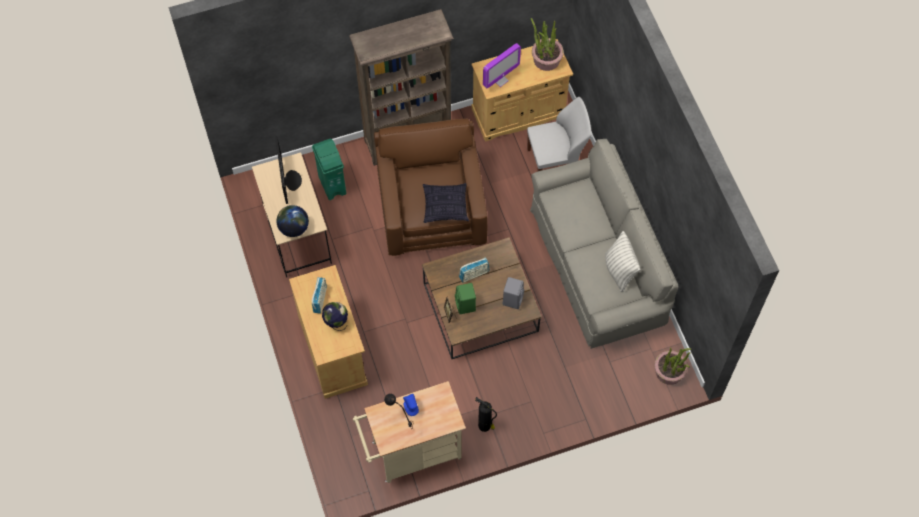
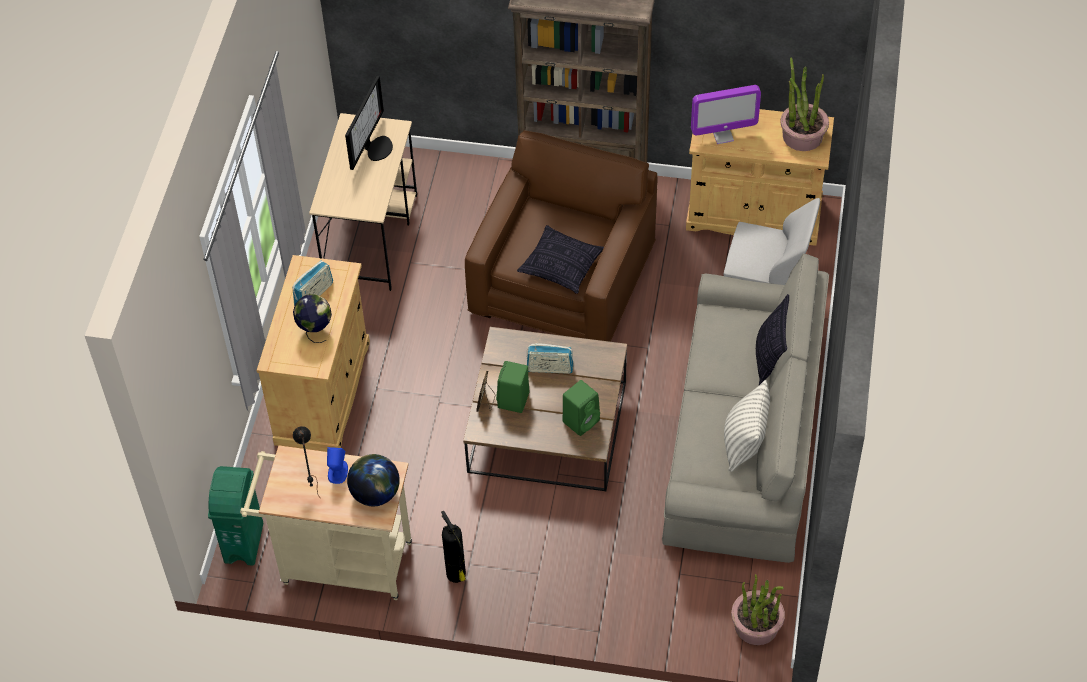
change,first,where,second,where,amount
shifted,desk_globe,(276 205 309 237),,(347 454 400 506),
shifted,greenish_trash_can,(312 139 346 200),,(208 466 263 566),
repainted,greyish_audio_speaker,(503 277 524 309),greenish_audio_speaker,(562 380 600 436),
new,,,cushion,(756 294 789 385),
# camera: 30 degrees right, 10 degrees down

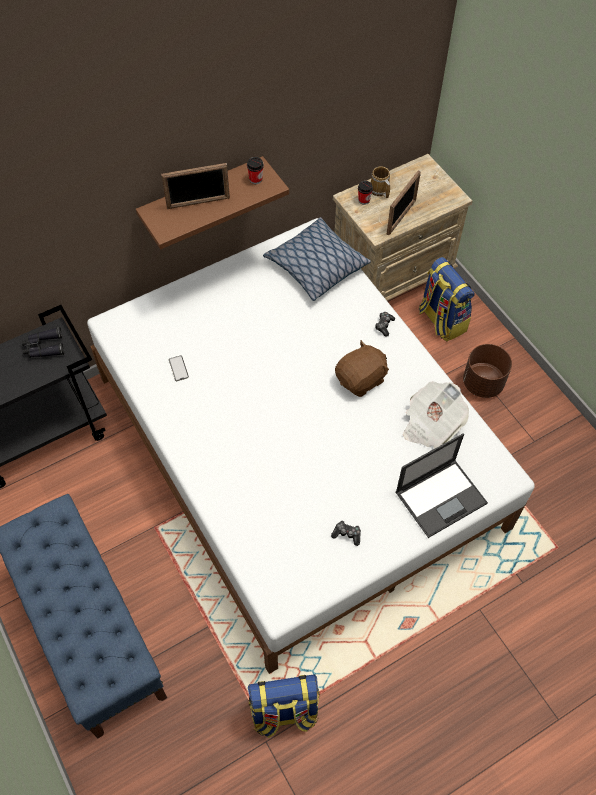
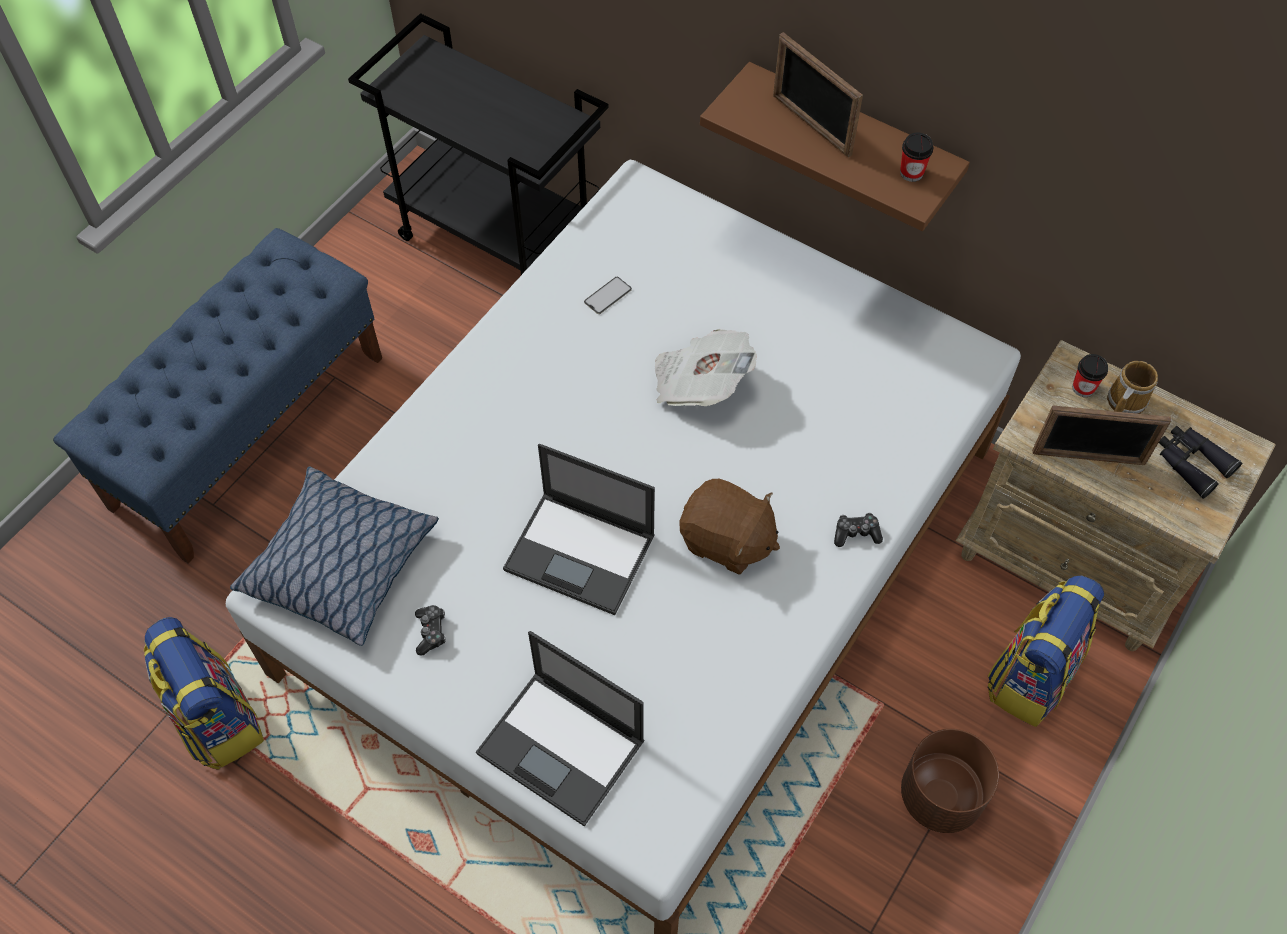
change,first,where,second,where,amount
shifted,black-coloured_binoculars,(22 327 64 358),,(1159 426 1242 499),
shifted,cushion,(263 217 371 301),,(230 466 439 646),
shifted,printed_paper,(403 381 469 449),,(655 329 757 406),
new,,,laptop,(503 444 655 615),
# camera: 65 degrees right, 0 degrees up

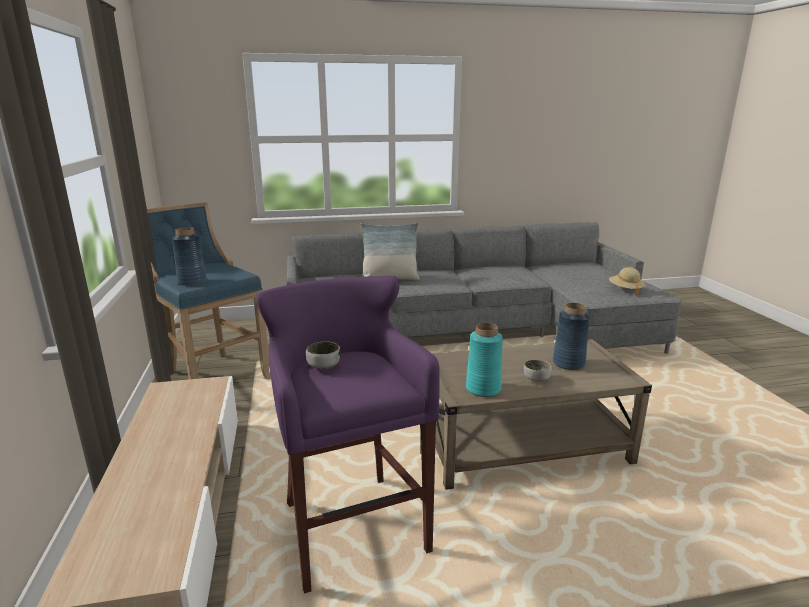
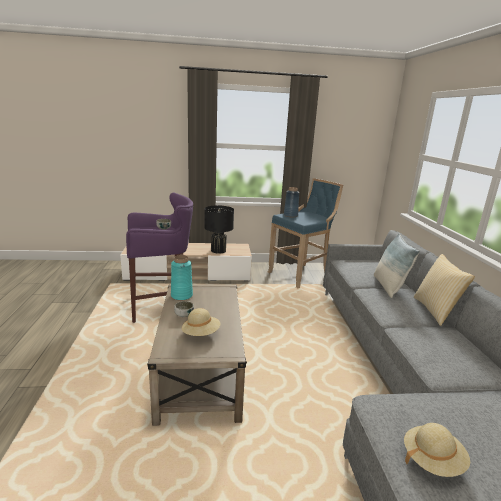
change,first,where,second,where,amount
swapped,blue_decorative_vase,(553 303 590 370),beige_hat,(182 308 221 336),
new,,,black-coloured_lamp_for_a_table,(204 206 234 254),
new,,,cushion,(414 254 475 326),
# camera: 95 degrees right, 0 degrees up

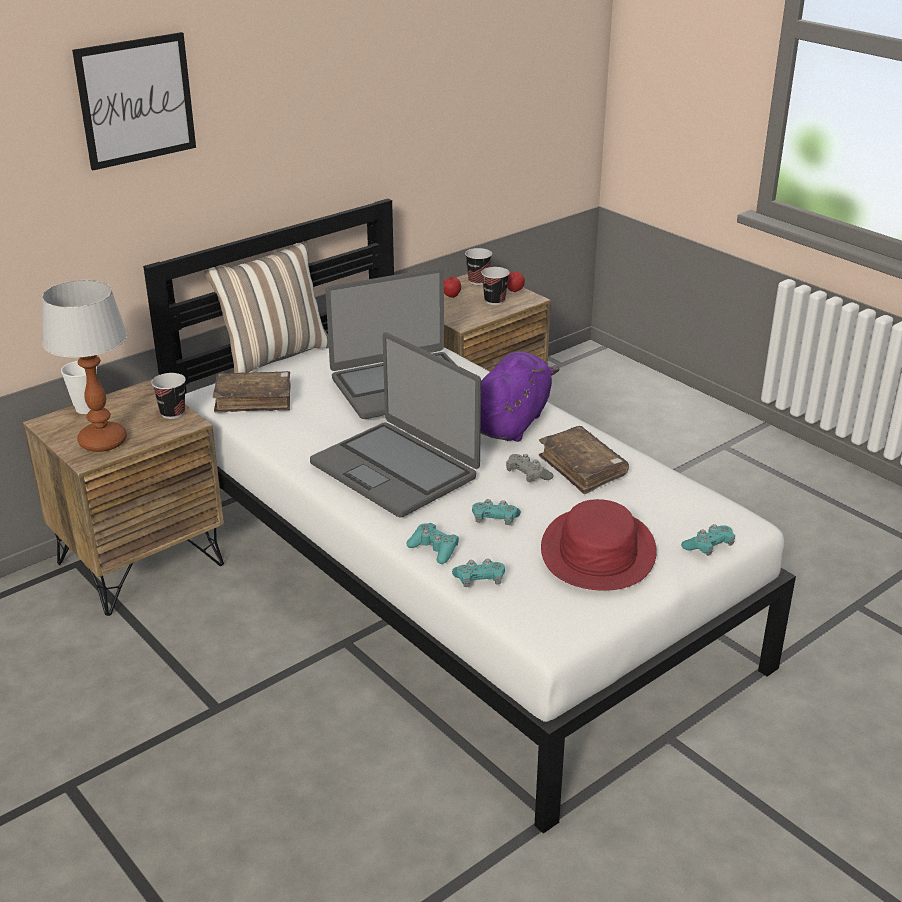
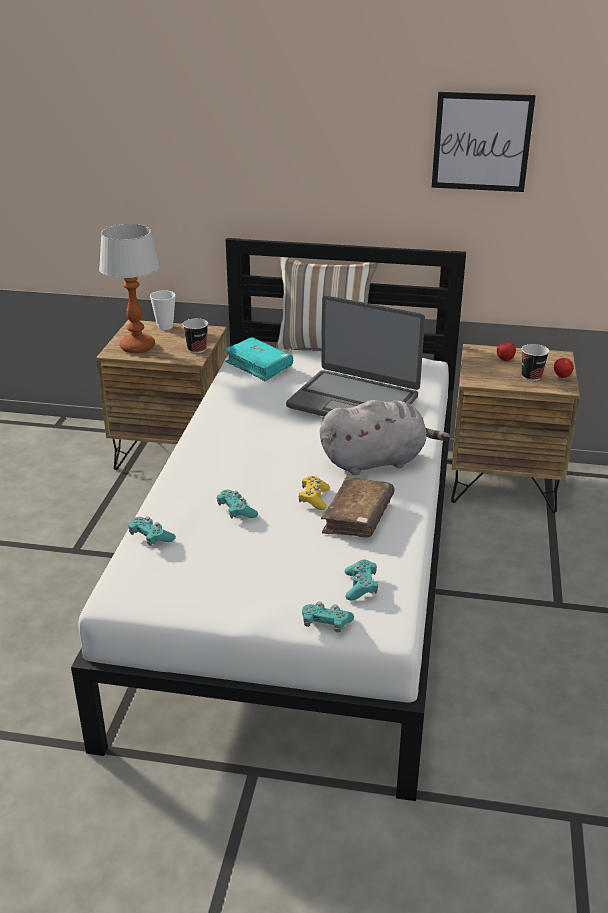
change,first,where,second,where,amount
shifted,wall_art,(72 32 196 170),,(432 92 536 192),
repainted,brown-coloured_volume,(213 371 291 413),blue-green_volume,(225 337 293 381),
gone,laptop,(310 332 481 518),,,
shifted,blue-green_joypad,(406 523 459 564),,(345 560 378 600),
gone,drinking_cup,(465 248 492 285),,,
repainted,purple_soft_toy,(481 351 560 442),greyish_soft_toy,(320 400 451 475),
repainted,greyish_joypad,(506 454 553 482),yellow-coloured_joypad,(299 476 330 510),
gone,red_hat,(541 499 657 591),,,
# camera: 50 degrees right, 0 degrees up

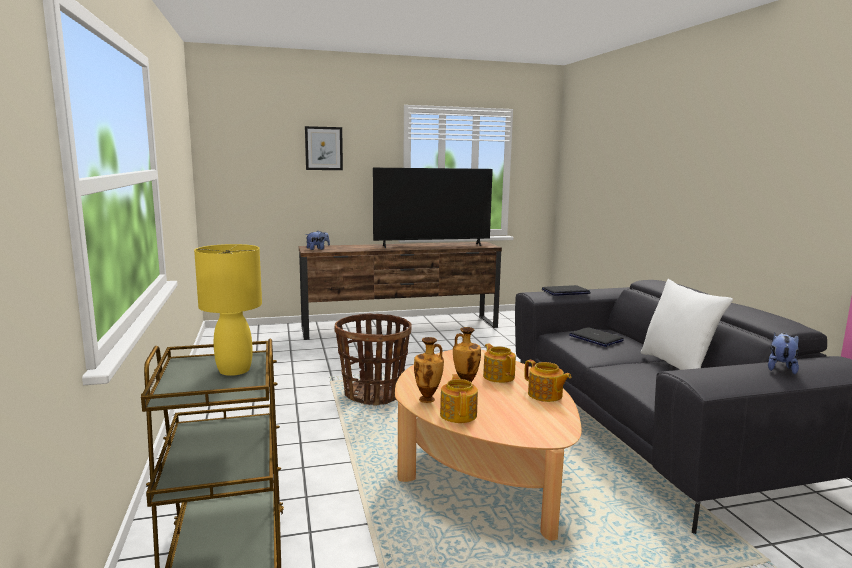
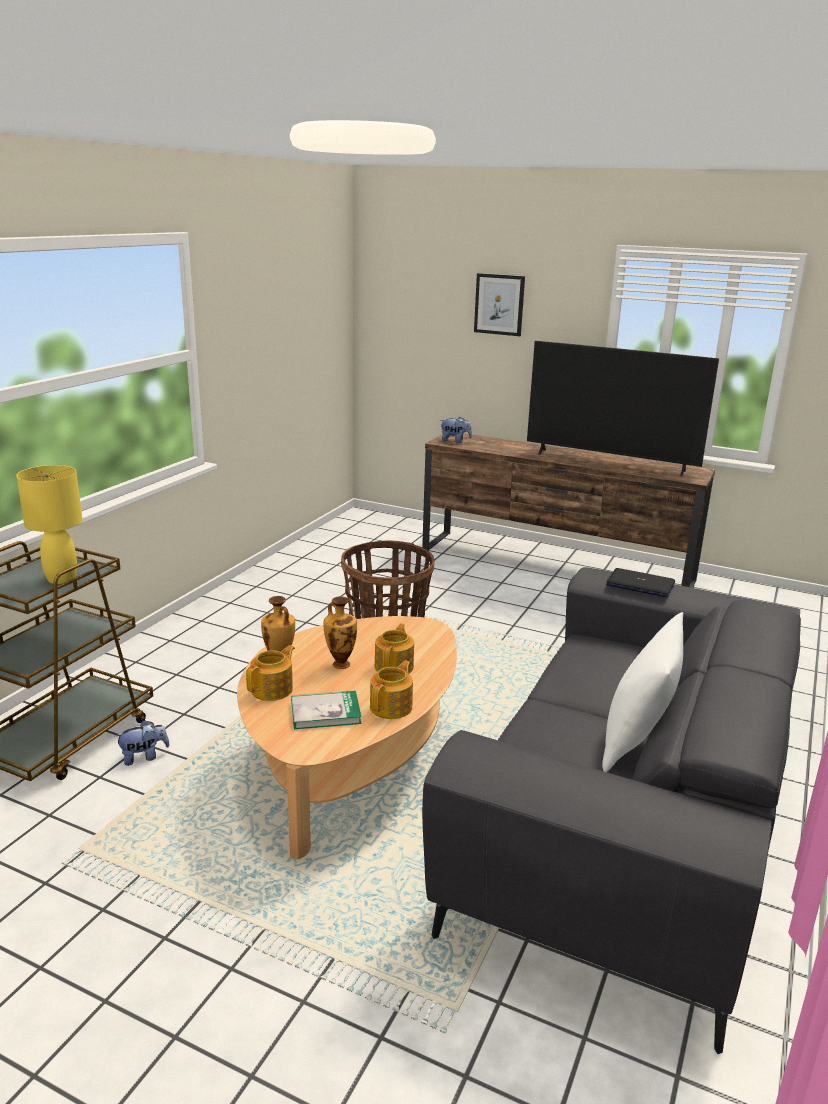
change,first,where,second,where,amount
rotated,teapot,(524 360 572 402),,(370 661 413 719),150 degrees counterclockwise
gone,laptop,(569 327 624 347),,,
shifted,soft_toy,(768 333 799 374),,(115 720 170 766),
new,,,volume,(291 691 362 729),
# camera: 40 degrees right, 10 degrees up

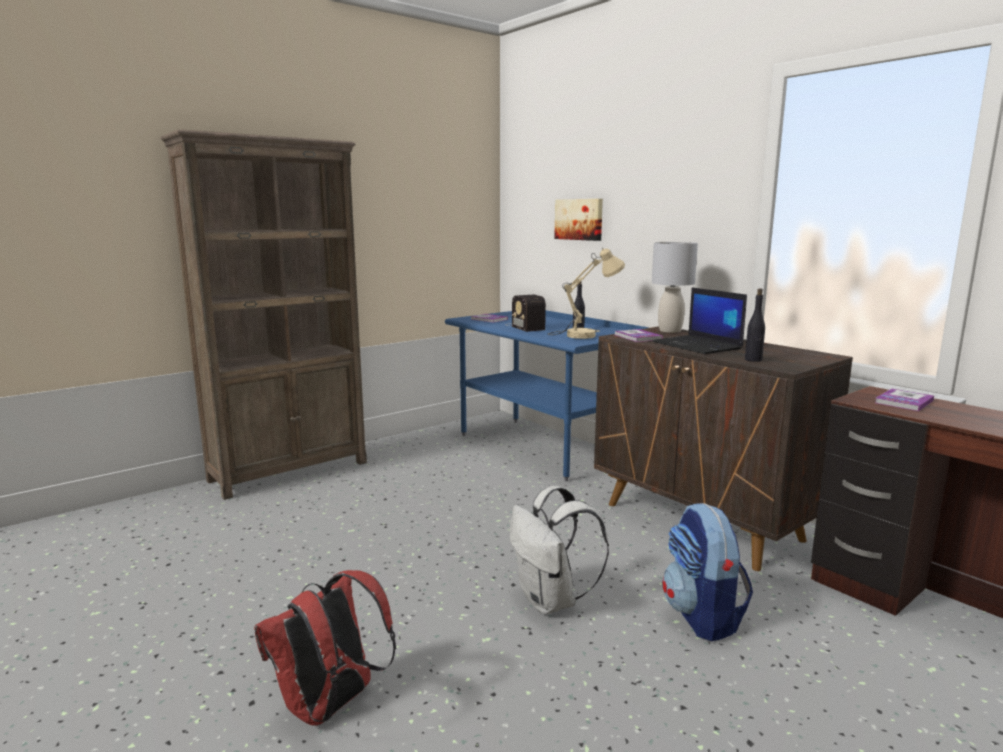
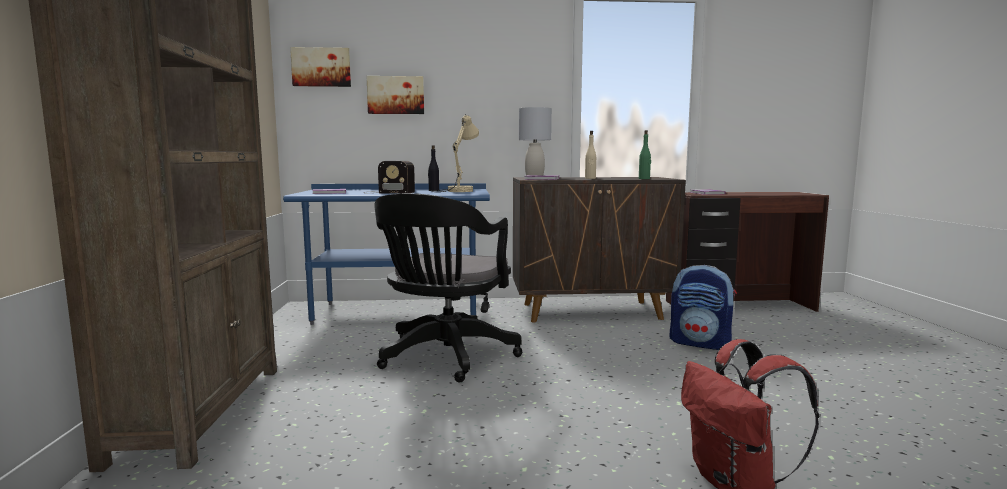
change,first,where,second,where,amount
gone,white-coloured_backpack,(510 486 609 614),,,
swapped,laptop,(652 288 747 354),beige_beverage_bottle,(585 131 596 179),
repainted,black-coloured_beverage_bottle,(745 289 765 362),greenish_beverage_bottle,(639 130 651 179),
new,,,wall_art,(290 47 351 87),
new,,,black-coloured_desk_chair,(374 193 523 382),
# camera: 55 degrees left, 5 degrees down

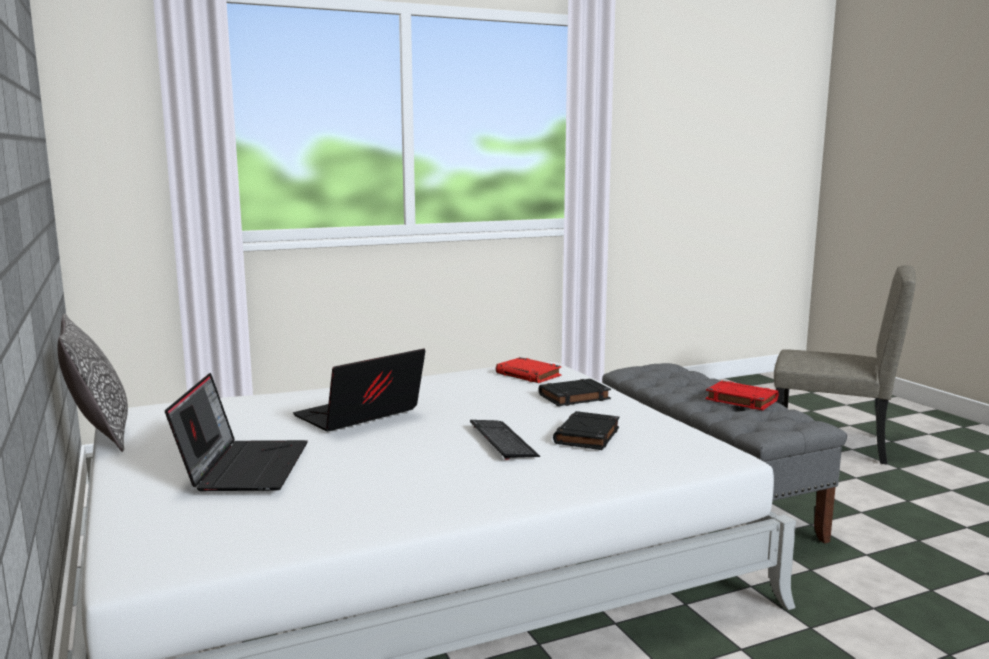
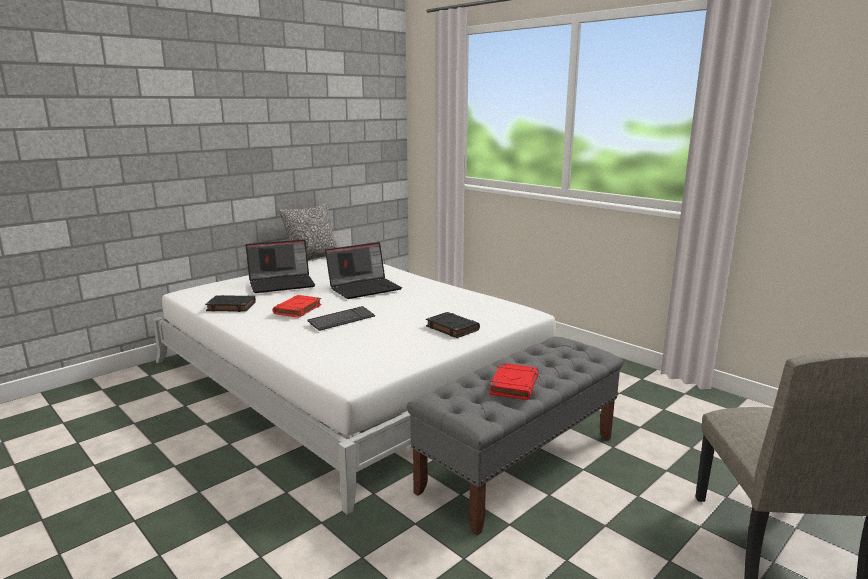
change,first,where,second,where,amount
rotated,laptop,(293 349 425 431),,(325 242 402 299),120 degrees clockwise
shifted,red_volume,(496 357 562 383),,(273 295 322 318),
shifted,black-coloured_volume,(553 411 619 450),,(205 295 256 312),
# camera: 70 degrees right, 5 degrees up

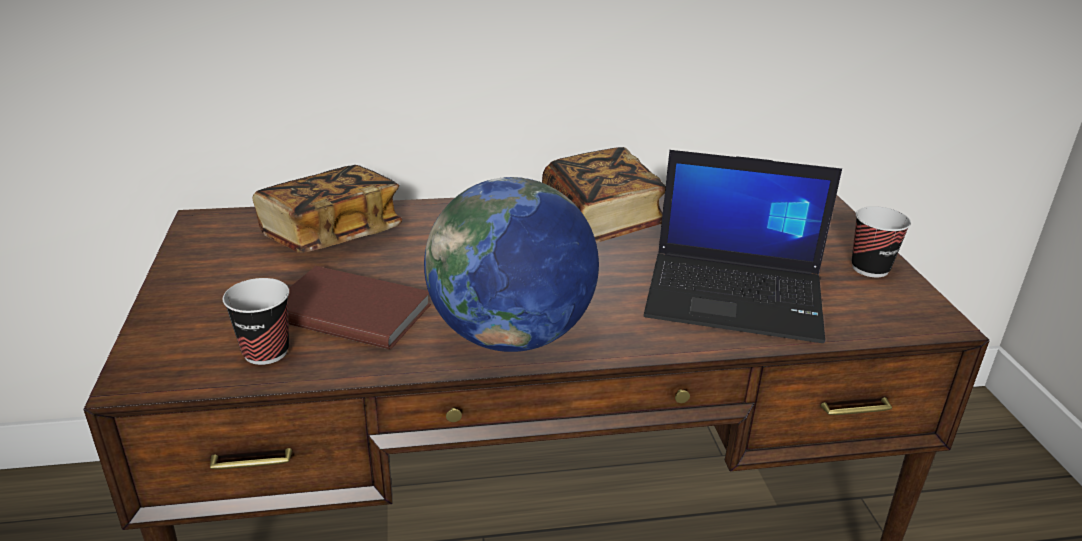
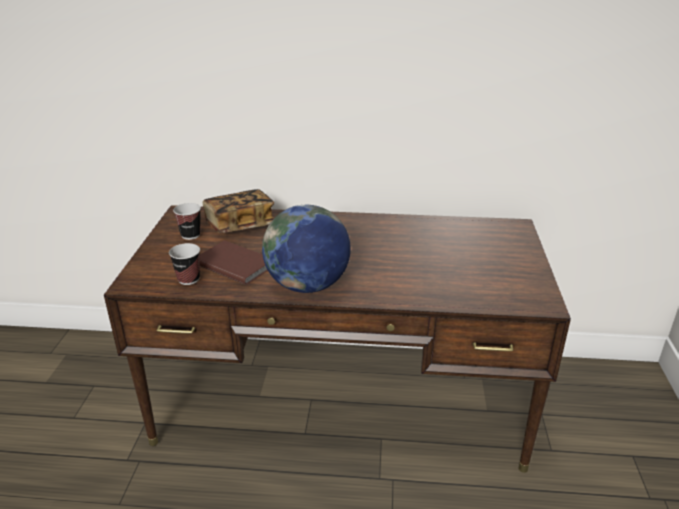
change,first,where,second,where,amount
gone,volume,(542 147 666 243),,,
gone,laptop,(644 150 842 343),,,
shifted,drinking_cup,(852 206 911 277),,(173 203 201 240),
# camera: 15 degrees right, 0 degrees up

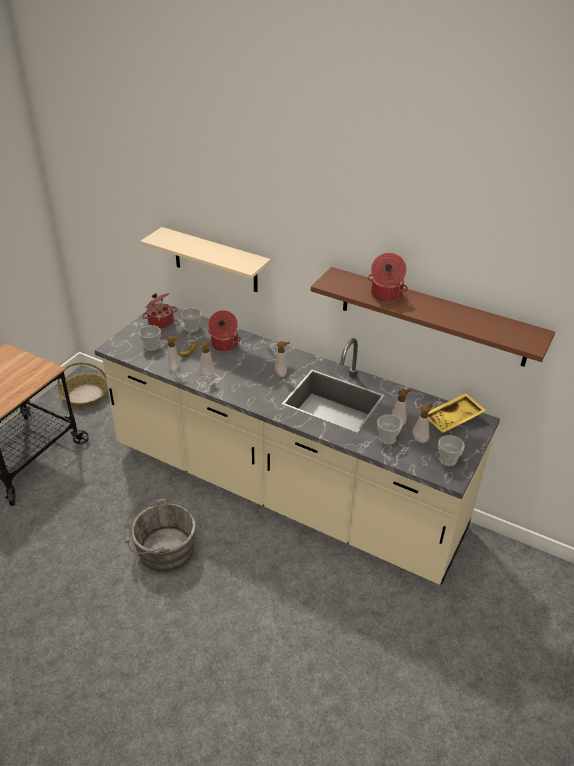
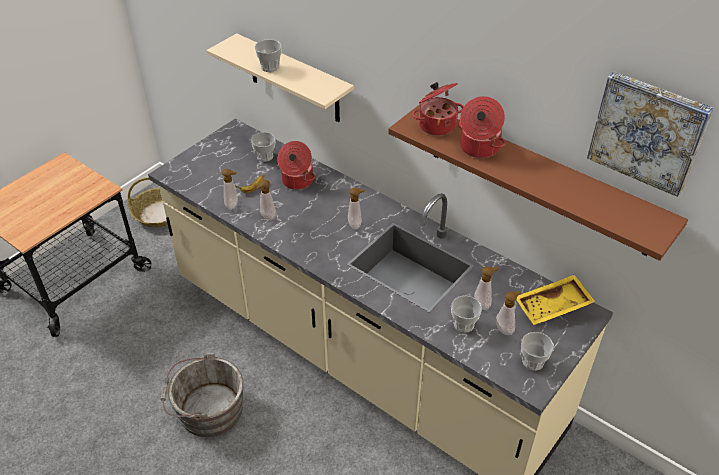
change,first,where,second,where,amount
shifted,drinking_cup,(139 325 161 351),,(255 39 282 72),
shifted,stockpot,(142 293 177 329),,(412 82 464 136),
new,,,wall_art,(587 72 714 197),
# camera: 10 degrees right, 5 degrees up

